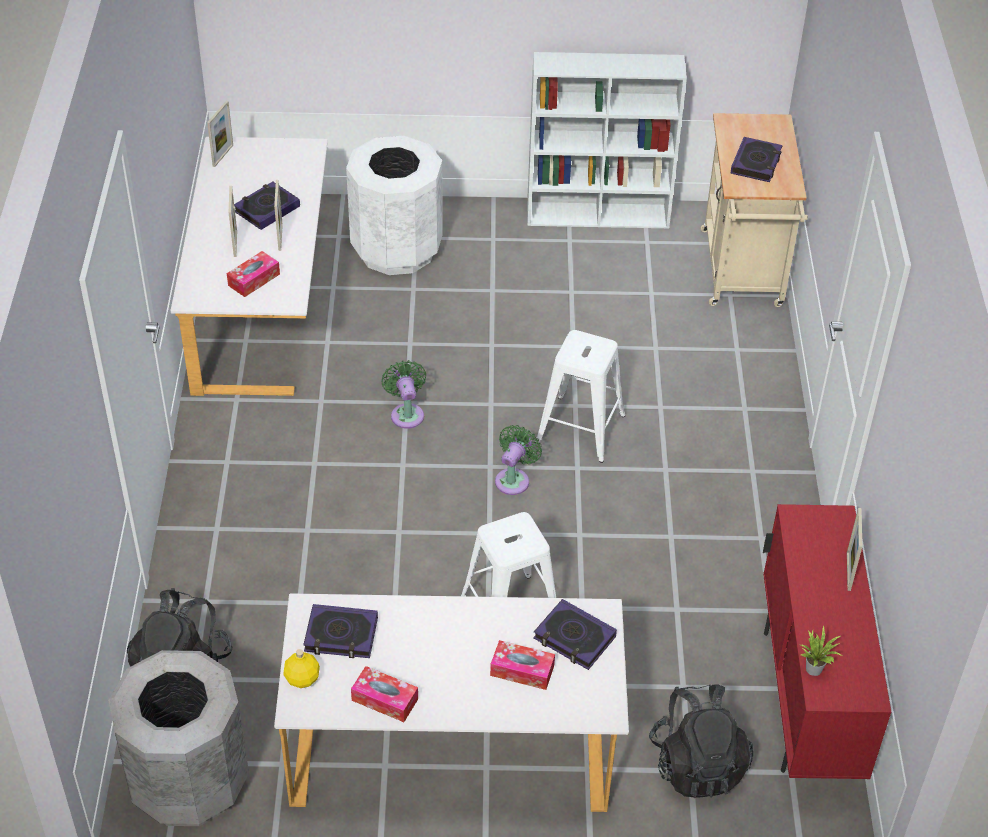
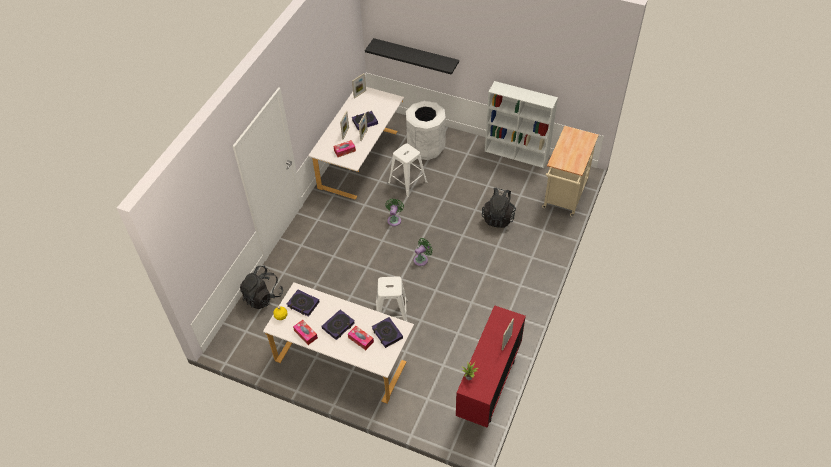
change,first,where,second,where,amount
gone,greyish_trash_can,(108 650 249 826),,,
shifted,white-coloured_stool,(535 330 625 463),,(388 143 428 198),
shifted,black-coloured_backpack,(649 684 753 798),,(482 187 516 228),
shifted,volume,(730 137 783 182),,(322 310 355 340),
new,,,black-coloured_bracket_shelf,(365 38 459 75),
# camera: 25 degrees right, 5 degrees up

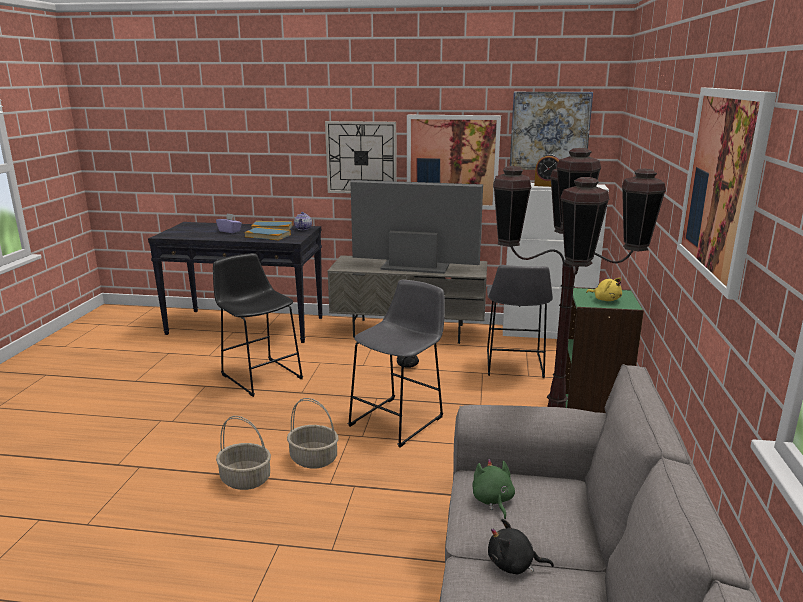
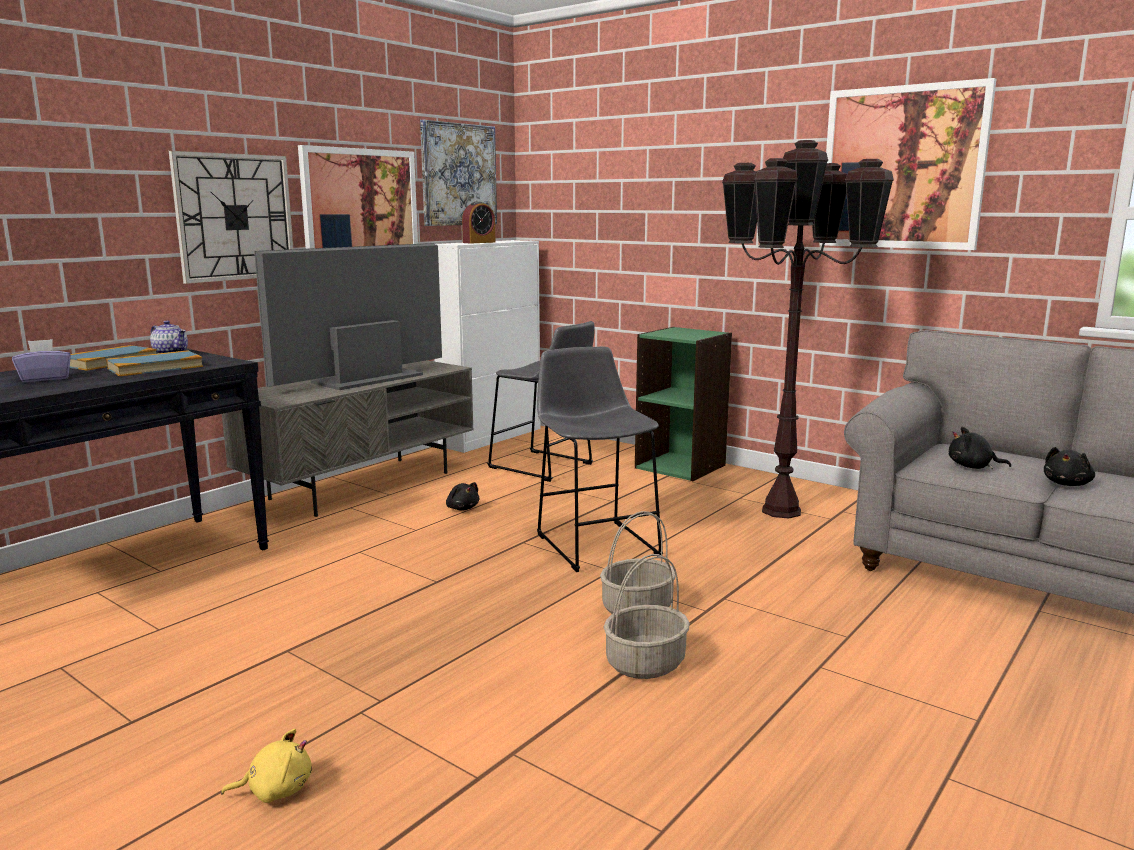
change,first,where,second,where,amount
gone,black-coloured_stool,(213 253 303 397),,,
repainted,greenish_soft_toy,(472 459 515 519),black-coloured_soft_toy,(948 427 1011 469),
shifted,yellow-coloured_soft_toy,(586 278 622 301),,(221 729 312 803),
# camera: 60 degrees left, 5 degrees down

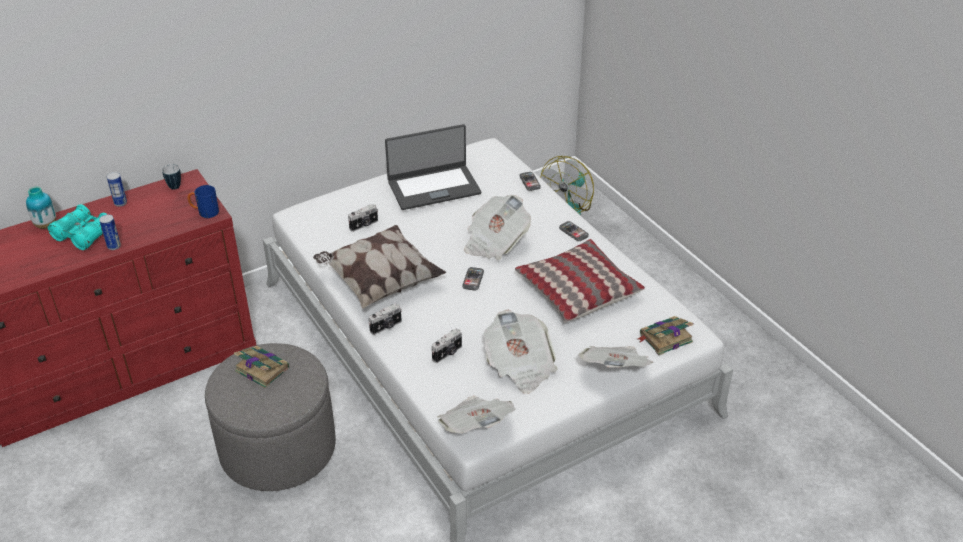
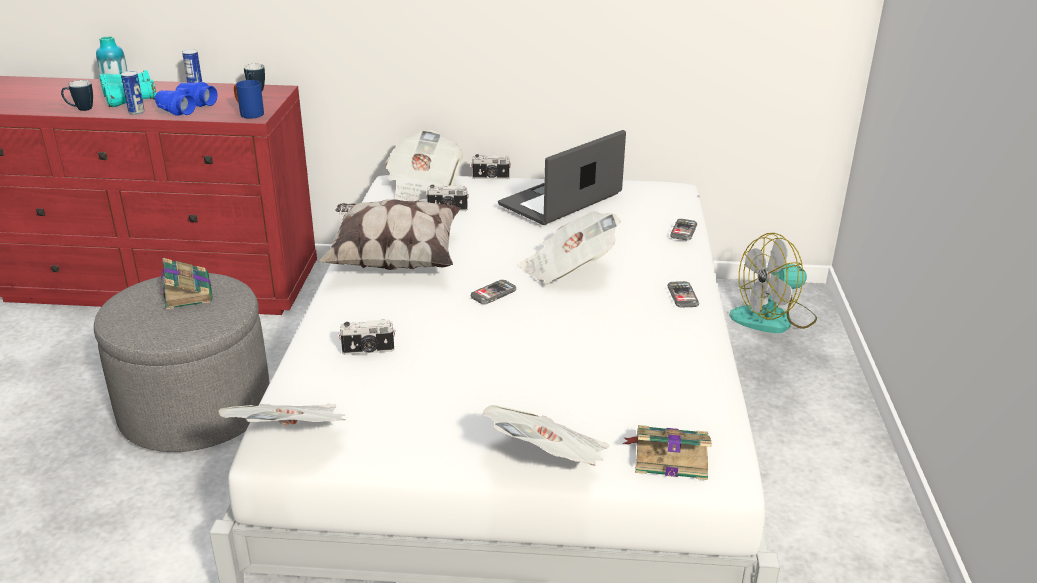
change,first,where,second,where,amount
shifted,photo_camera,(369 303 402 335),,(471 154 511 179),
rotated,laptop,(385 124 481 210),,(498 130 626 225),120 degrees clockwise
shifted,printed_paper,(484 310 558 394),,(385 130 463 201),
gone,cushion,(515 239 645 323),,,
new,,,coffee_mug,(61 80 93 111),
new,,,blue_binoculars,(155 82 217 116),
# camera: 35 degrees right, 10 degrees down

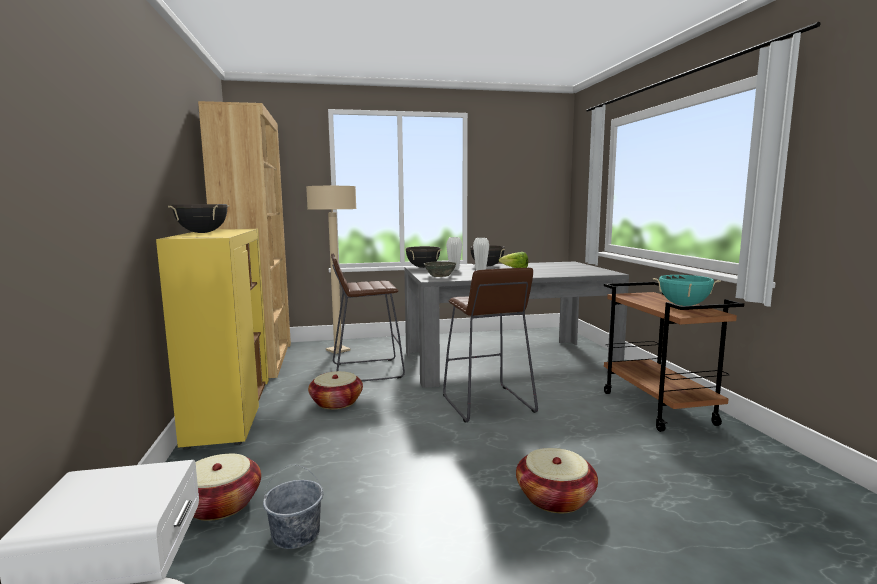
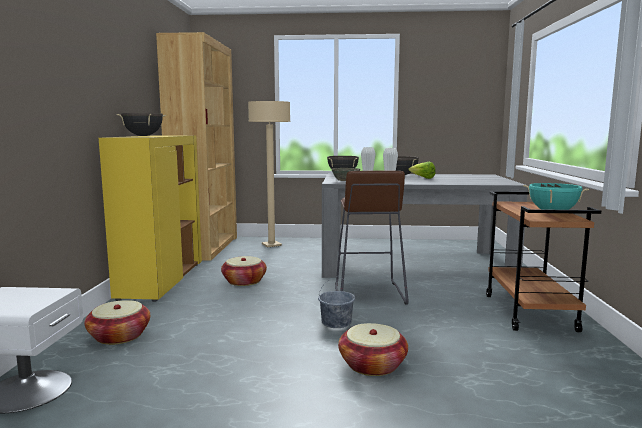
change,first,where,second,where,amount
shifted,greyish_bucket,(263 464 323 549),,(318 277 355 328),
gone,brown-coloured_stool,(331 254 405 381),,,
# camera: 15 degrees right, 0 degrees up

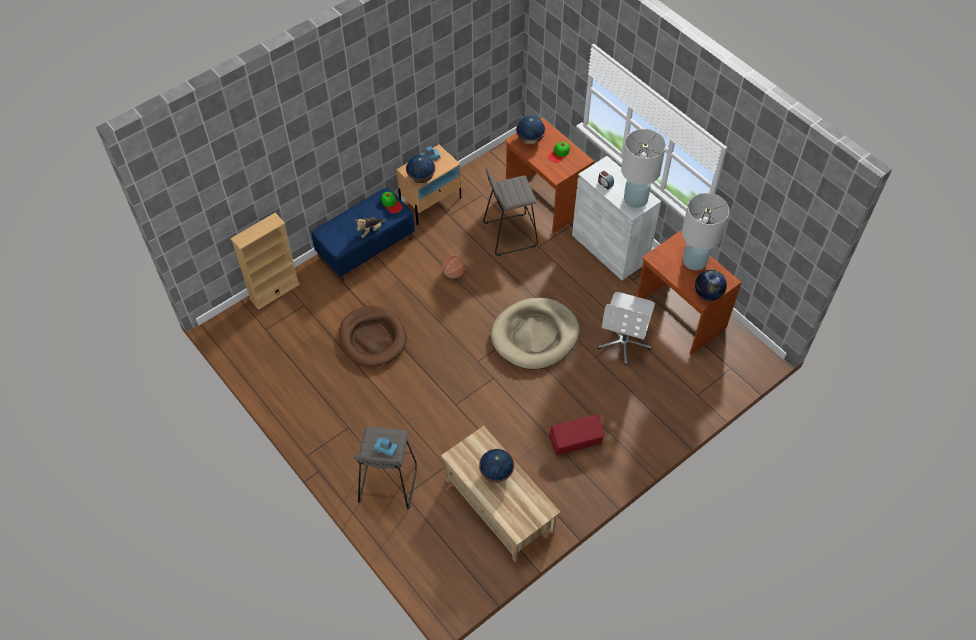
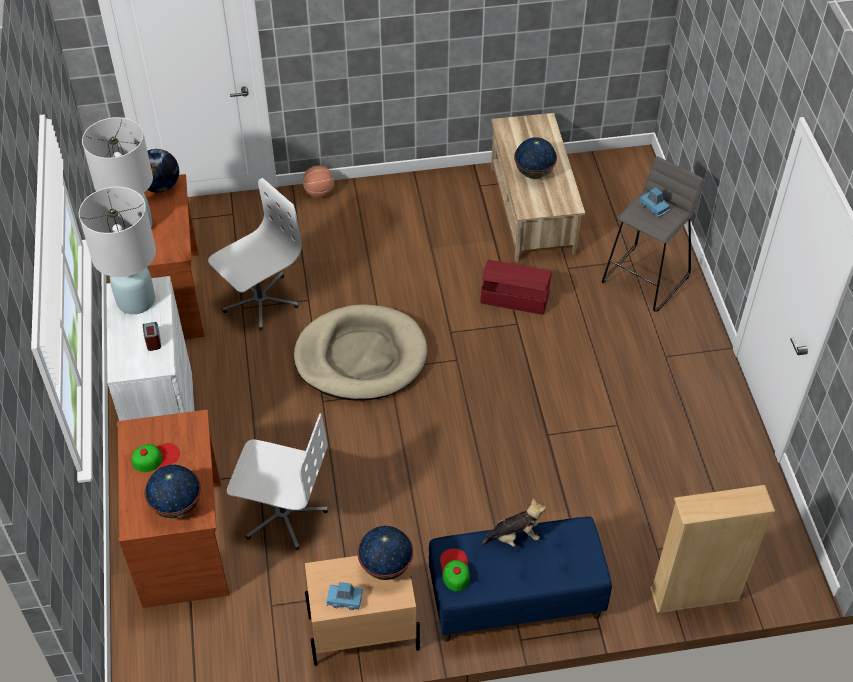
change,first,where,second,where,amount
gone,brown-coloured_dog_bed,(339 306 407 367),,,
shifted,basketball,(442 255 465 279),,(303 166 334 198),
swapped,greyish_stool,(483 168 538 256),white-coloured_desk_chair,(227 413 328 550),
shifted,red_storage_container,(549 414 605 456),,(481 260 552 315),
# camera: 150 degrees left, 5 degrees down

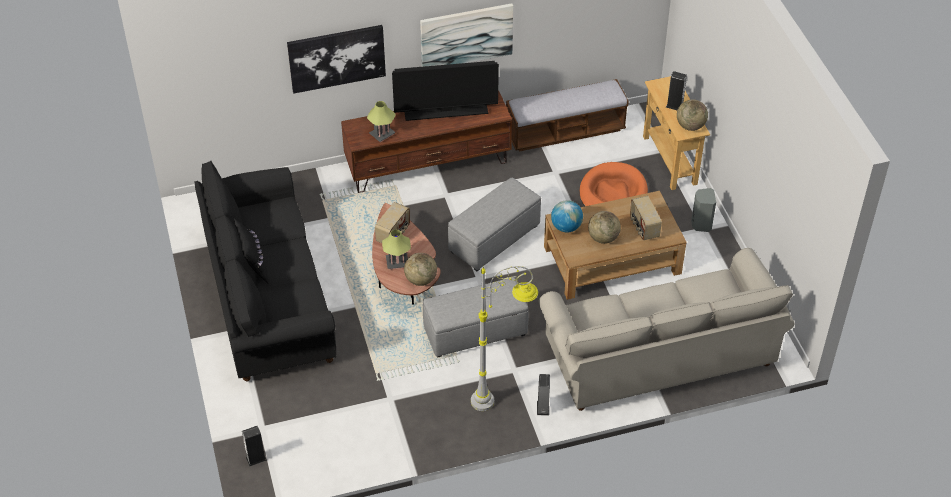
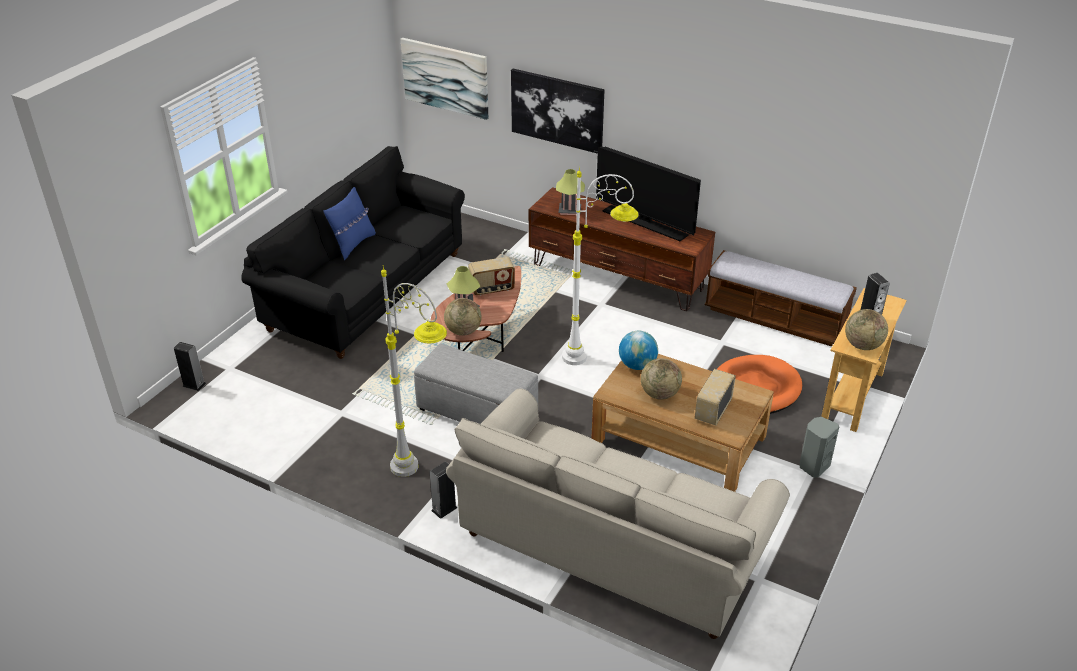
change,first,where,second,where,amount
repainted,black-coloured_cushion,(234 218 268 283),blue_cushion,(323 187 376 260),
shifted,wall_art,(420 3 513 67),,(401 38 488 120),
swapped,greyish_pouffe,(448 178 541 271),white-coloured_standard_lamp,(562 167 639 365),
# camera: 45 degrees right, 10 degrees down

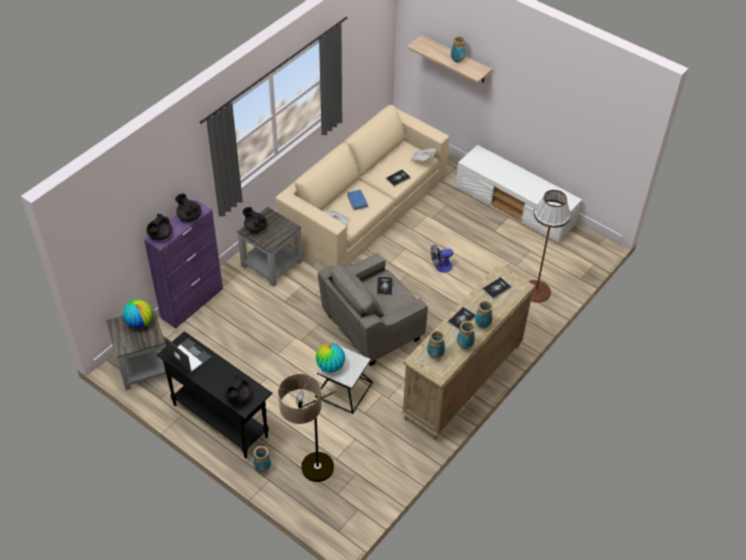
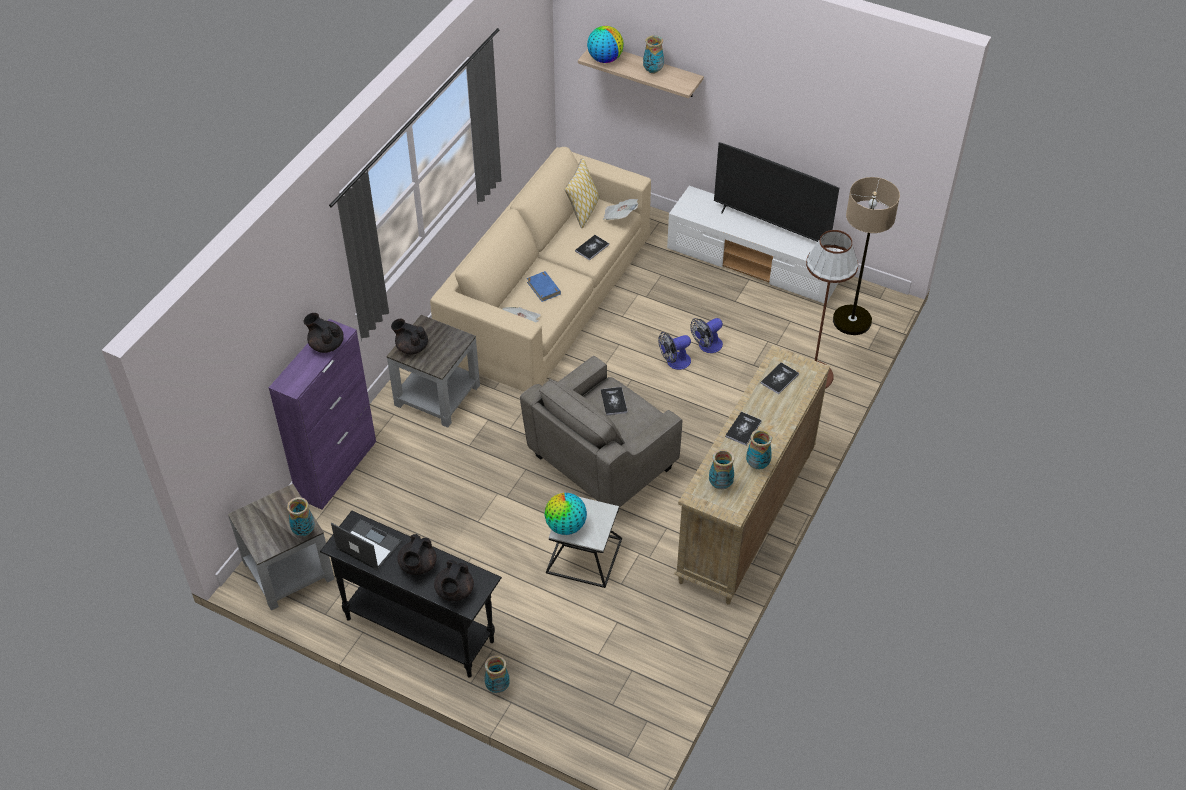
change,first,where,second,where,amount
shifted,desk_globe,(123 299 153 328),,(587 26 624 63),
shifted,black-coloured_teapot,(147 214 172 240),,(397 534 437 575),
shifted,standard_lamp,(278 374 336 482),,(833 177 900 335),
shifted,decorative_vase,(475 300 493 328),,(287 497 315 536),
new,,,cushion,(564 158 600 228),
new,,,cooling_fan,(690 318 723 353),
new,,,television,(714 142 839 242),
# camera: 10 degrees left, 0 degrees up

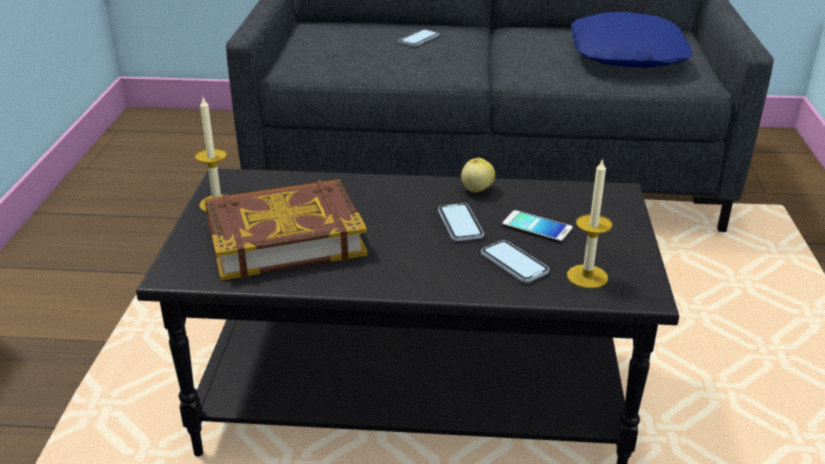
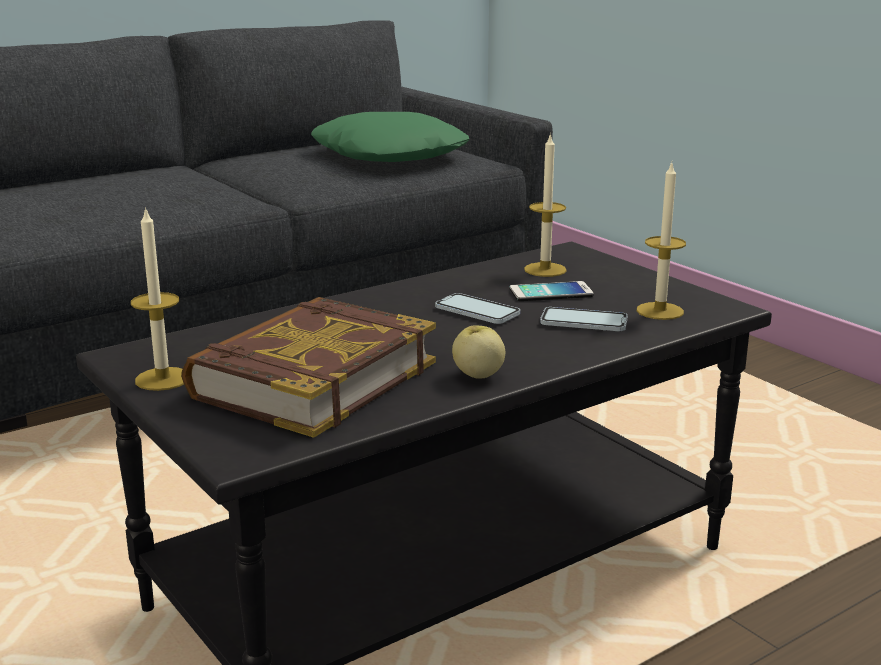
change,first,where,second,where,amount
gone,handset,(399 29 439 46),,,
shifted,apple,(461 158 495 192),,(452 325 505 379),
repainted,blue_cushion,(571 12 692 68),greenish_cushion,(311 112 469 162),
new,,,wax_light,(524 133 567 277),
# camera: 40 degrees left, 10 degrees down

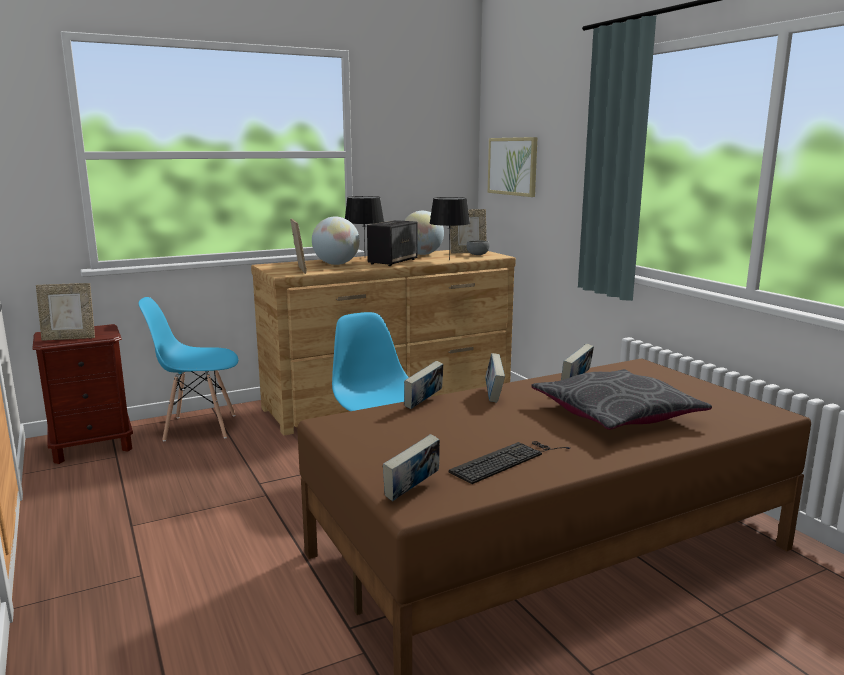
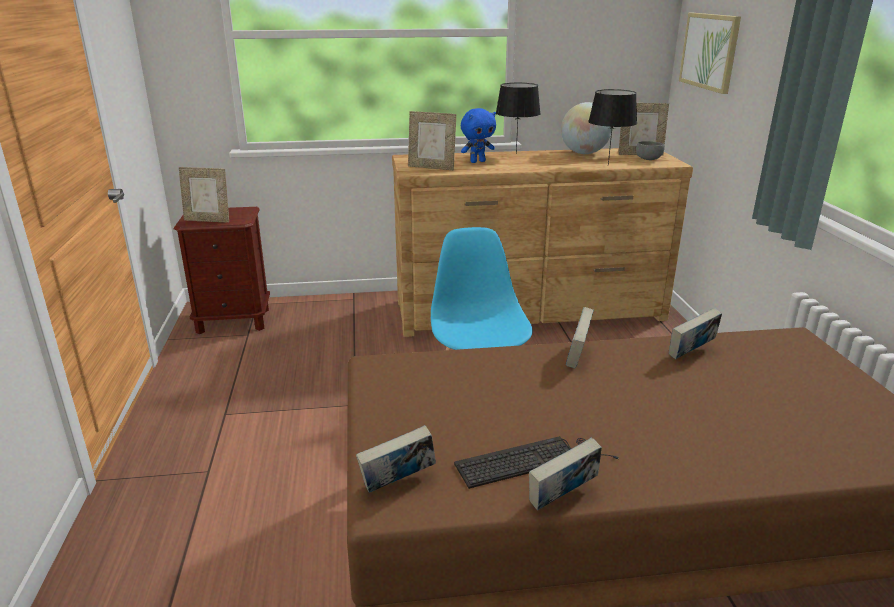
change,first,where,second,where,amount
gone,blue_plain_chair,(139 297 238 441),,,
rotated,standing_frame,(290 219 307 274),,(408 111 456 170),105 degrees clockwise
swapped,desk_globe,(312 217 360 265),blue_soft_toy,(461 108 496 163),
gone,audio_speaker,(367 220 418 266),,,
shifted,volume,(404 361 443 409),,(529 437 602 510),
gone,greyish_cushion,(531 369 712 430),,,
# camera: 20 degrees right, 10 degrees up

